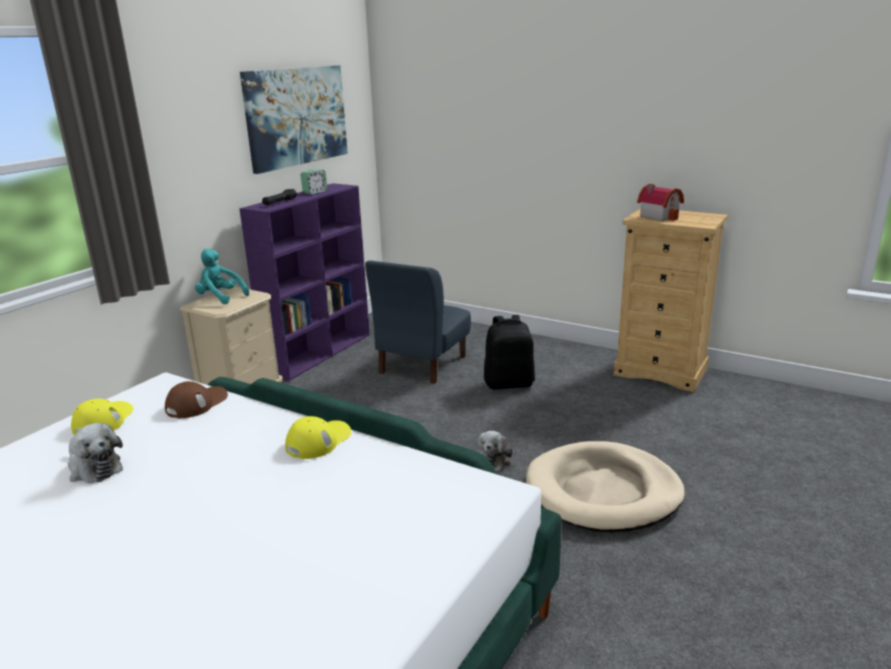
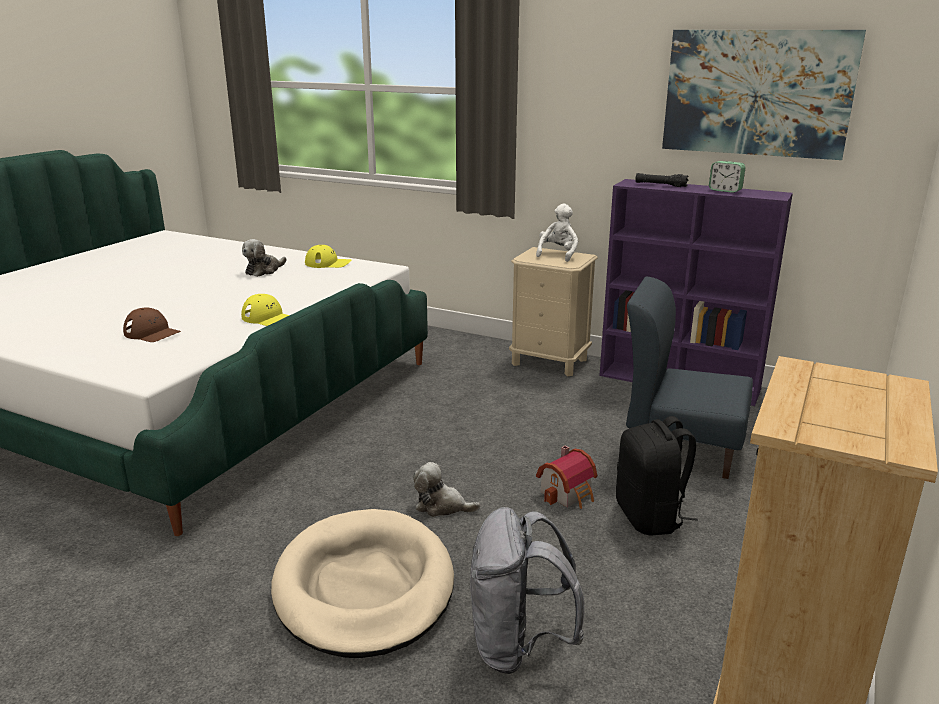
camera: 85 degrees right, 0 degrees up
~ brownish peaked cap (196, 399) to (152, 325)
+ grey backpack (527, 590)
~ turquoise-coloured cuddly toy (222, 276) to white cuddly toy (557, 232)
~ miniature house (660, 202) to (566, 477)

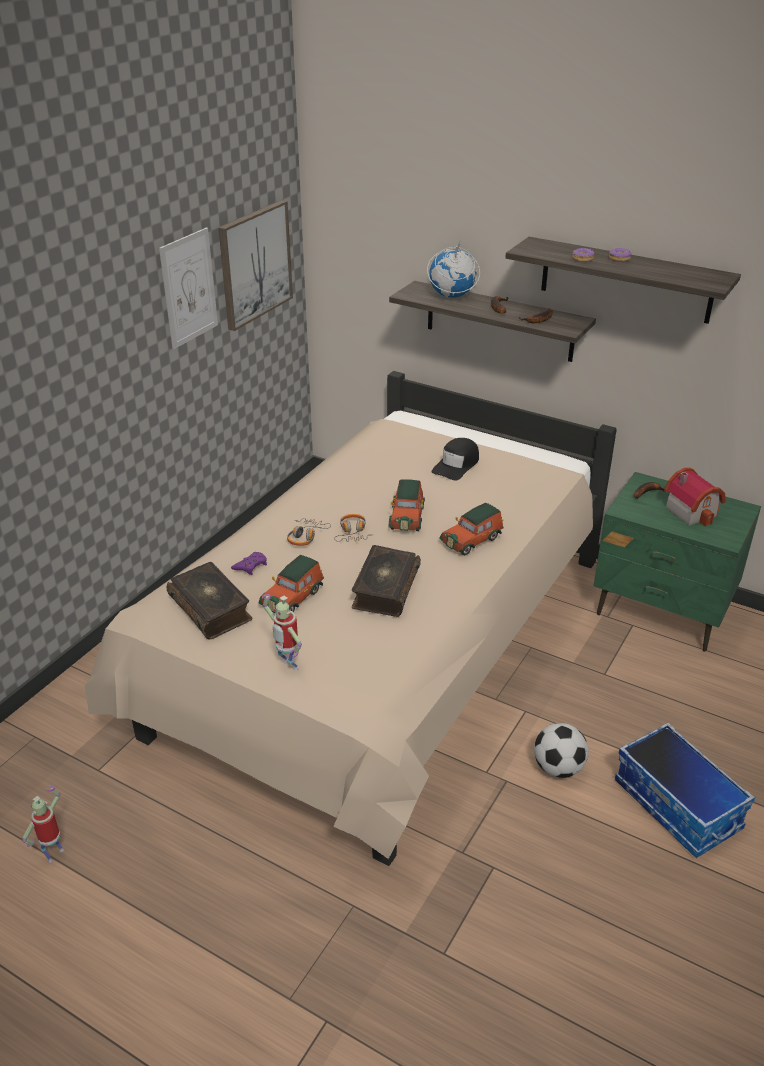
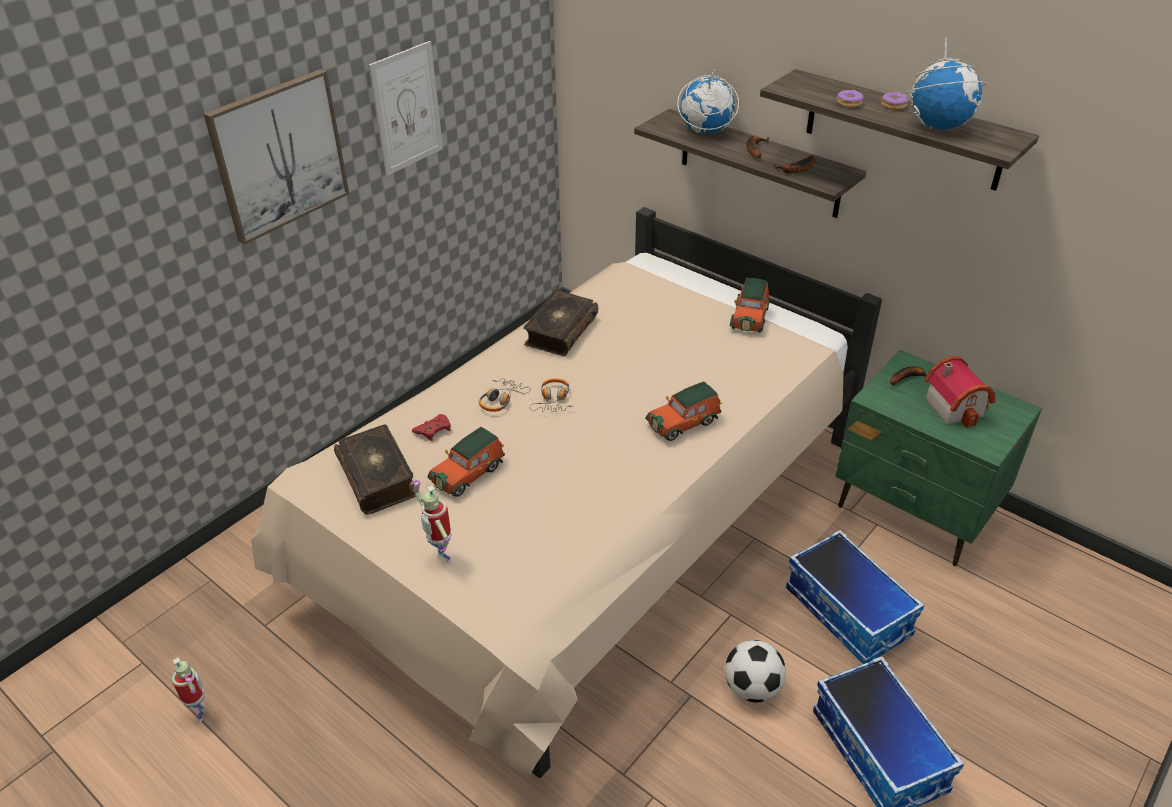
camera: 10 degrees right, 5 degrees up
~ toy robot (43, 824) = (188, 690) 105 degrees clockwise
~ wall picture (255, 265) to (276, 157)
~ purple-coloured joypad (249, 563) to red joypad (431, 427)
~ bound book (386, 581) to (560, 322)
~ miniature car (406, 505) to (750, 305)
+ storage bin (855, 597)
+ world globe (946, 83)
- black peaked cap (455, 459)

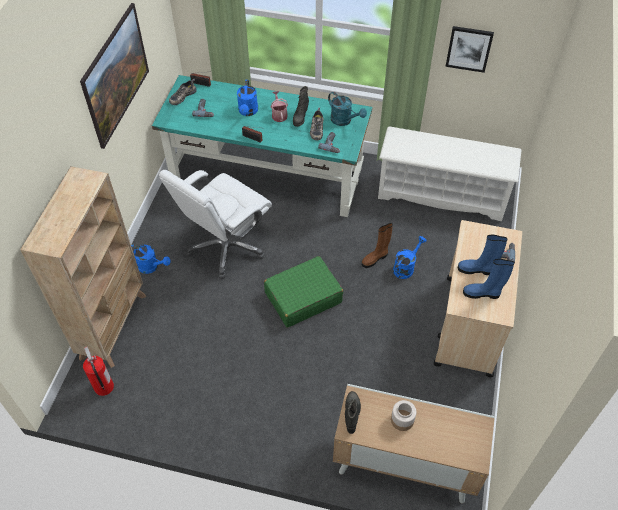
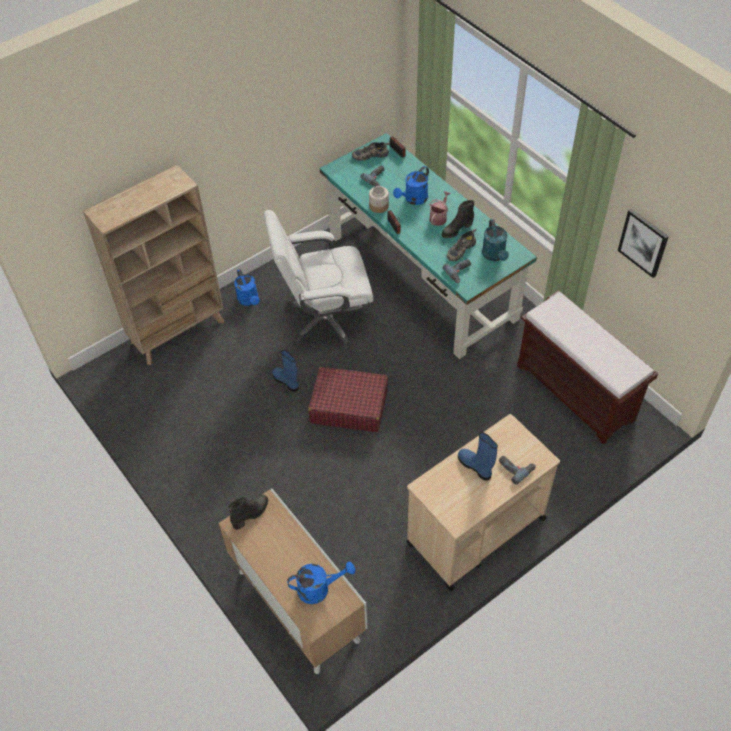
camera: 40 degrees right, 0 degrees up
~ bluish boot (488, 279) to (285, 371)
~ bluish sprinkling can (410, 257) to (321, 583)
~ green-coloured suitcase (303, 292) to red suitcase (348, 399)
~ preserve jar (403, 415) to (379, 199)
~ white shoe shelf (449, 173) to brownish bench (587, 367)
- wall picture (114, 76)
- fire extinguisher (98, 371)
- brownish boot (377, 245)

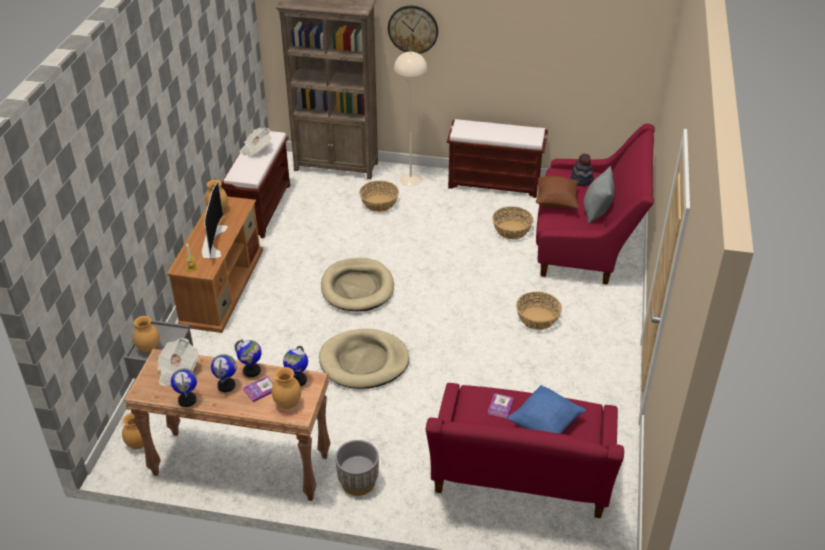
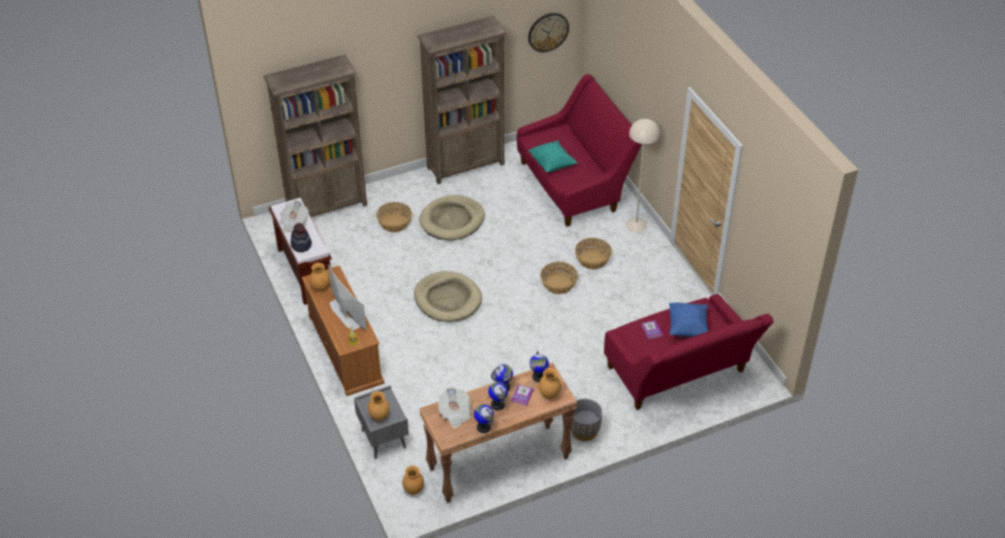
camera: 35 degrees left, 5 degrees up
~ wearable hat (582, 169) to (301, 237)
~ brownish bench (497, 158) to brownish shelving unit (462, 100)
~ beige-coloured pet bed (364, 359) to (452, 217)
~ hanging clock (413, 29) to (548, 32)
~ brownish cushion (557, 192) to turquoise-coloured cushion (553, 156)
~ household basket (512, 222) to (559, 278)
~ beige-coloured standard lamp (410, 119) to (643, 175)
- grey cushion (599, 195)

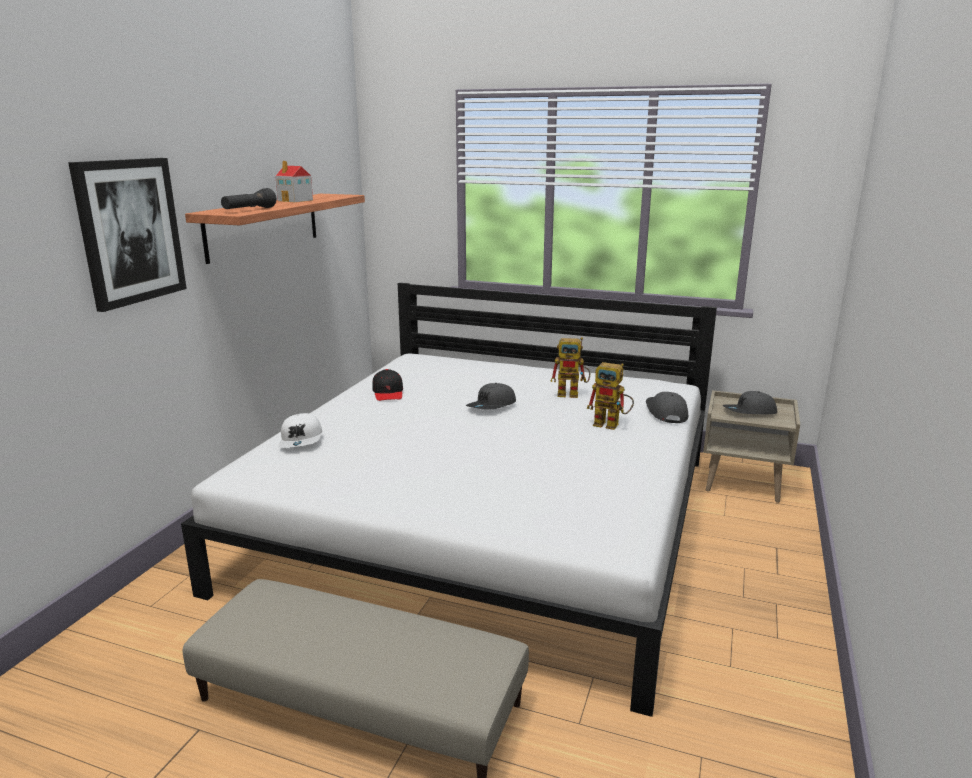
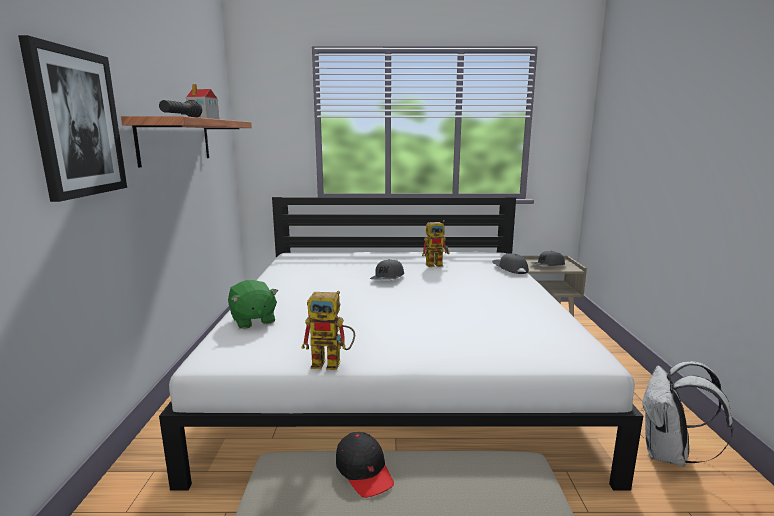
camera: 20 degrees left, 5 degrees down
~ white peaked cap (300, 430) to green-coloured cuddly toy (253, 304)
~ toy robot (610, 396) to (328, 330)
~ black peaked cap (387, 385) to (365, 465)
+ white backpack (687, 414)

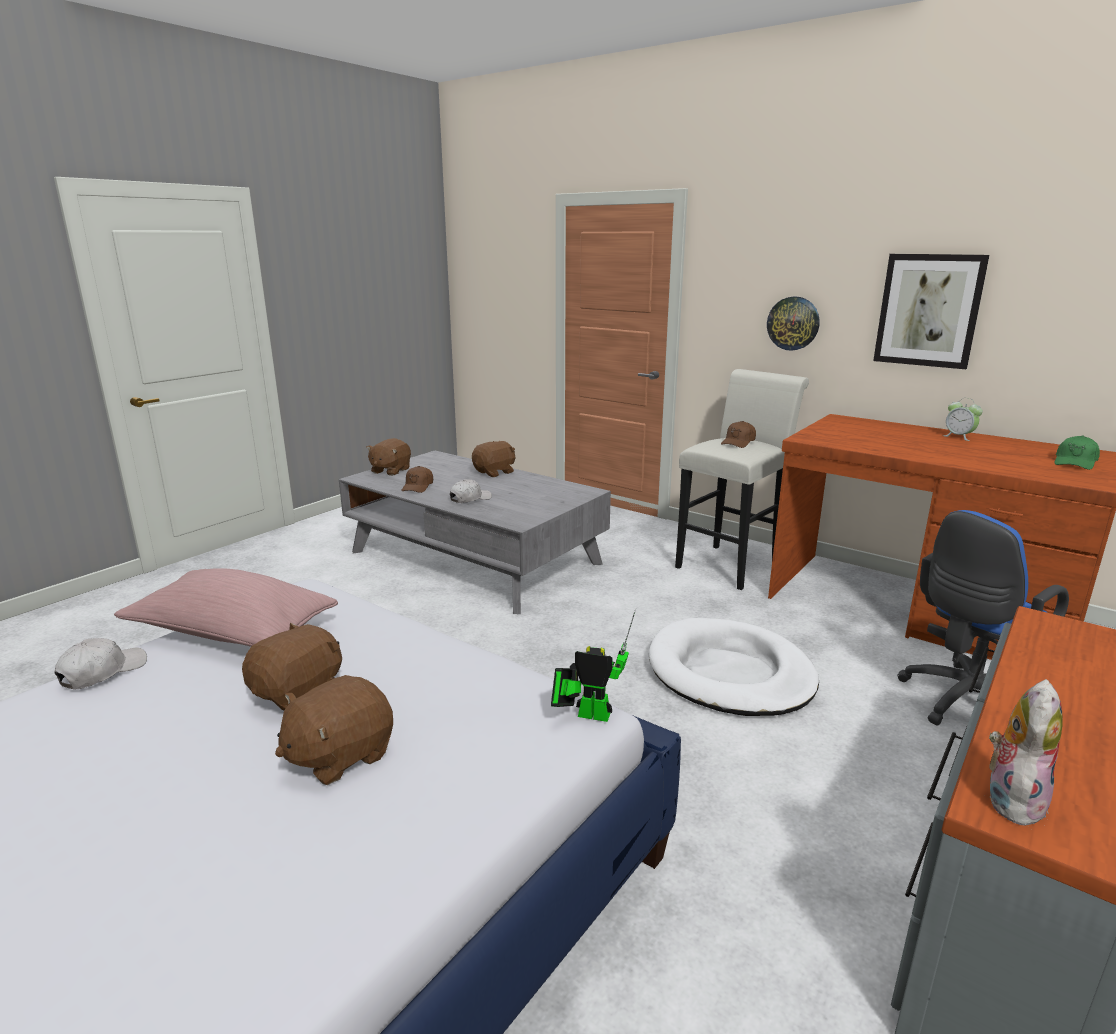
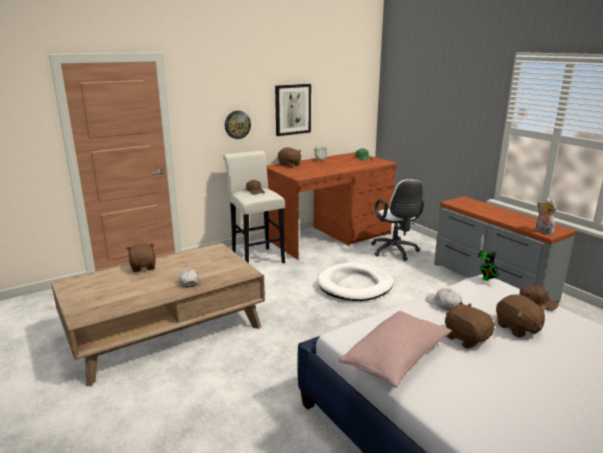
camera: 70 degrees left, 0 degrees up
~ grey lounge table (475, 532) to brownish lounge table (158, 314)
~ brownish cuddly toy (388, 457) to (289, 157)
~ bluish desk chair (983, 617) to white desk chair (397, 220)
~ white peaked cap (100, 663) to (444, 299)
~ brownish peaked cap (417, 479) to (538, 298)

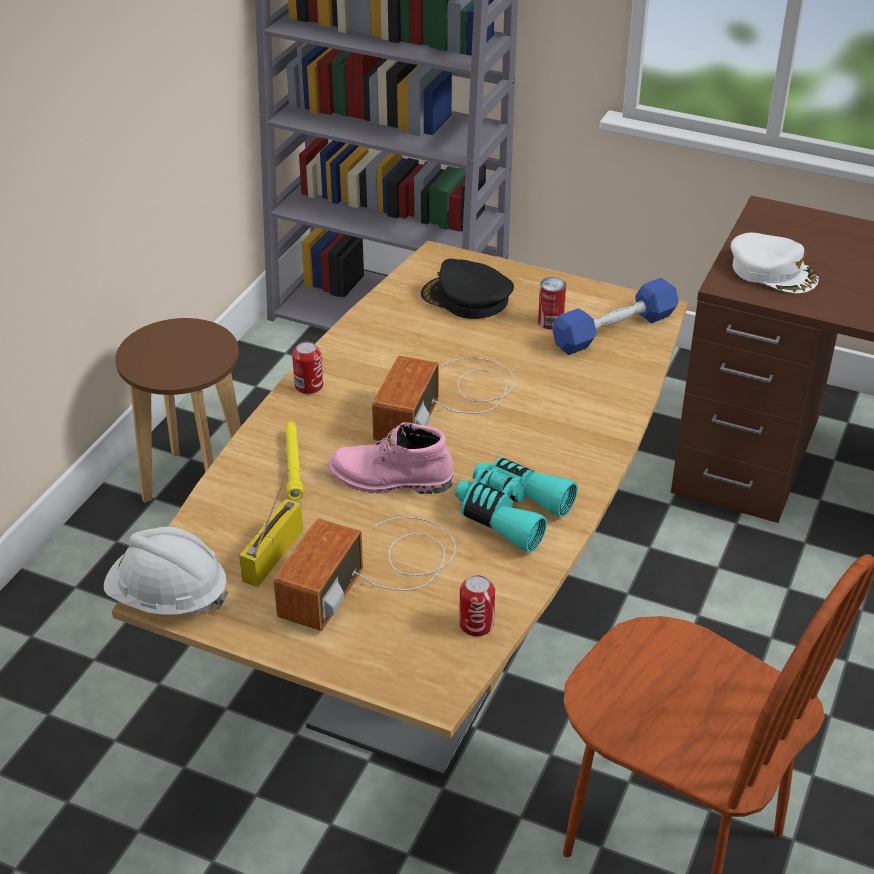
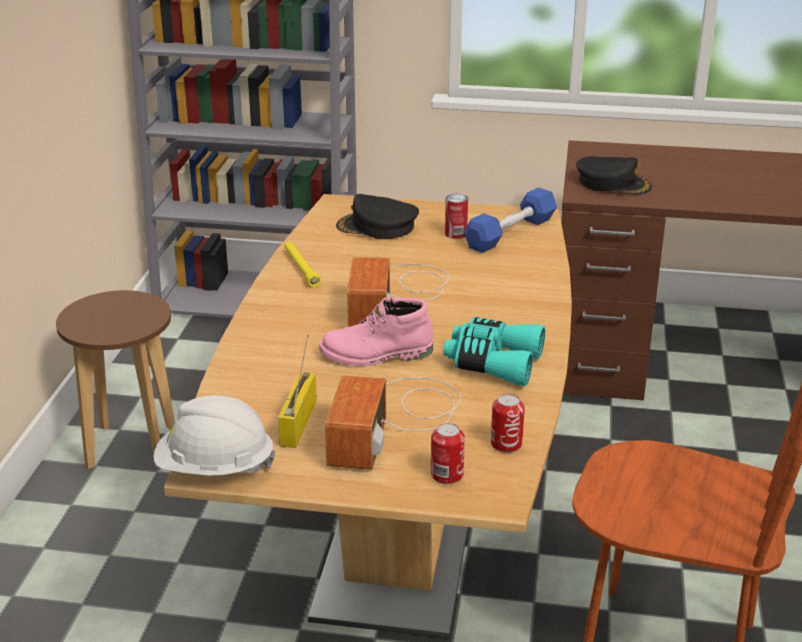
camera: 15 degrees left, 10 degrees down
~ yellowish flashlight (294, 461) to (302, 264)
~ sealed can (307, 368) to (448, 453)
~ white peaked cap (775, 263) to black peaked cap (614, 175)

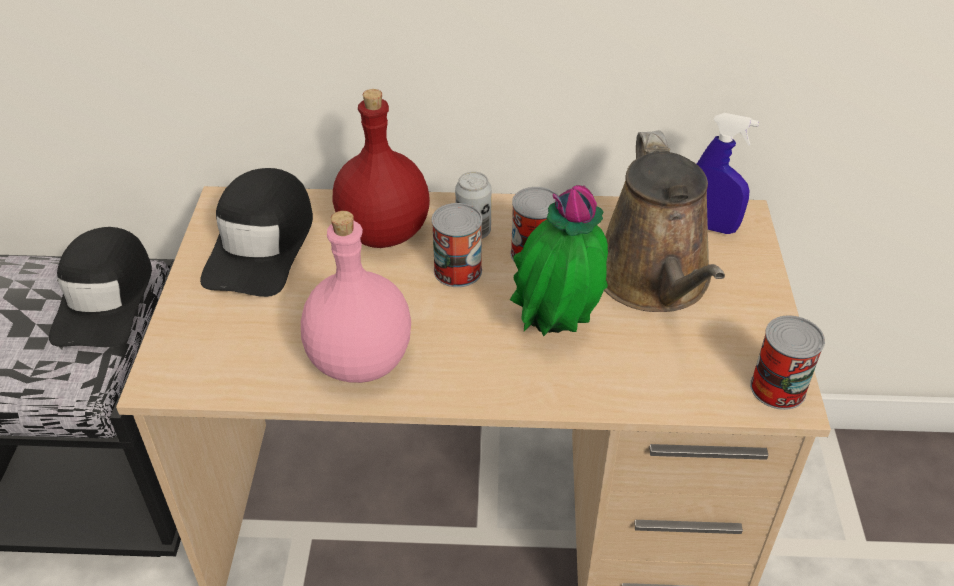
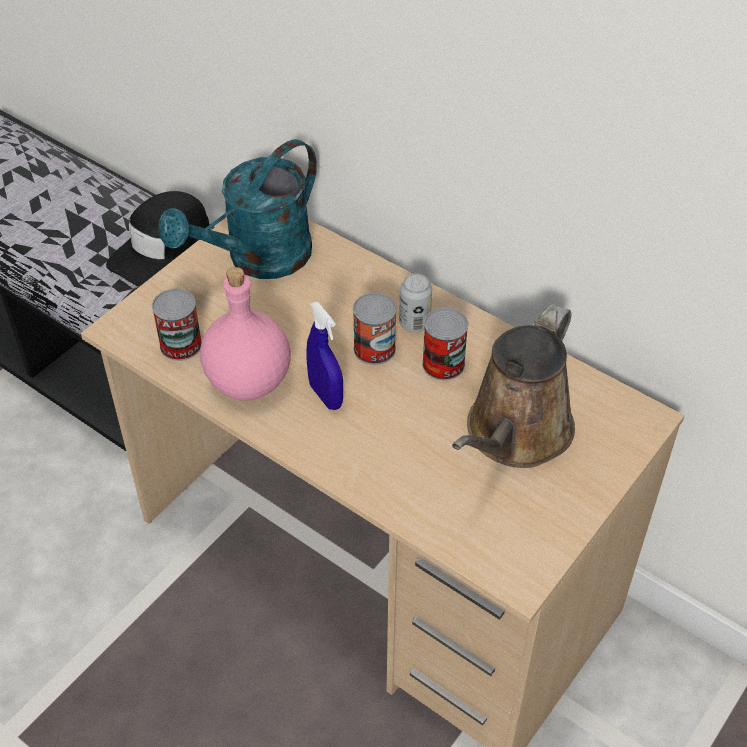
camera: 35 degrees right, 5 degrees up
~ sealed can (787, 363) to (177, 325)
~ black peaked cap (256, 232) to turquoise-coloured sprinkling can (238, 209)
~ bluish hand sprayer (728, 173) to (324, 355)
- red bottle (381, 168)
- potted plant (559, 260)

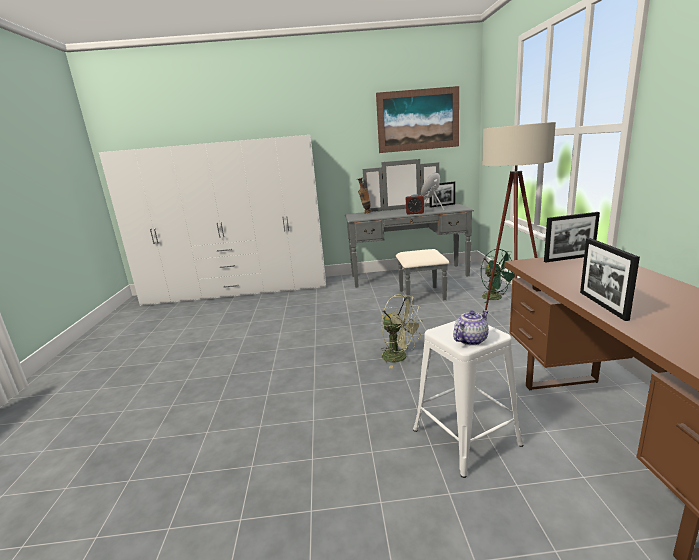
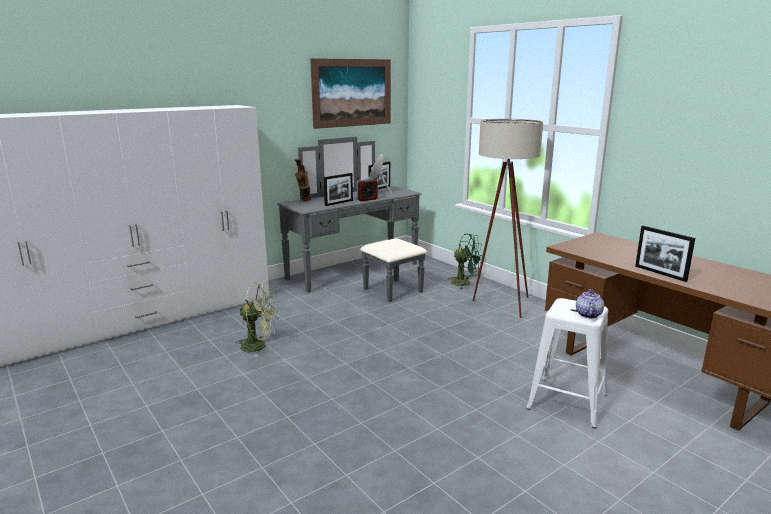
camera: 35 degrees left, 0 degrees up
~ green-coloured cooling fan (402, 331) to (257, 320)
~ picture frame (572, 237) to (338, 189)

